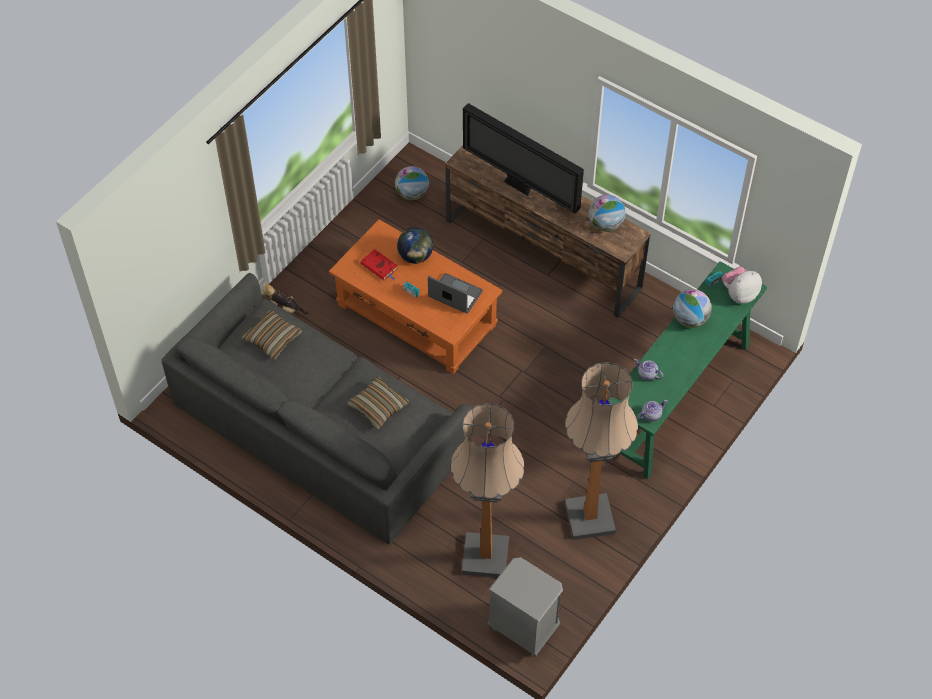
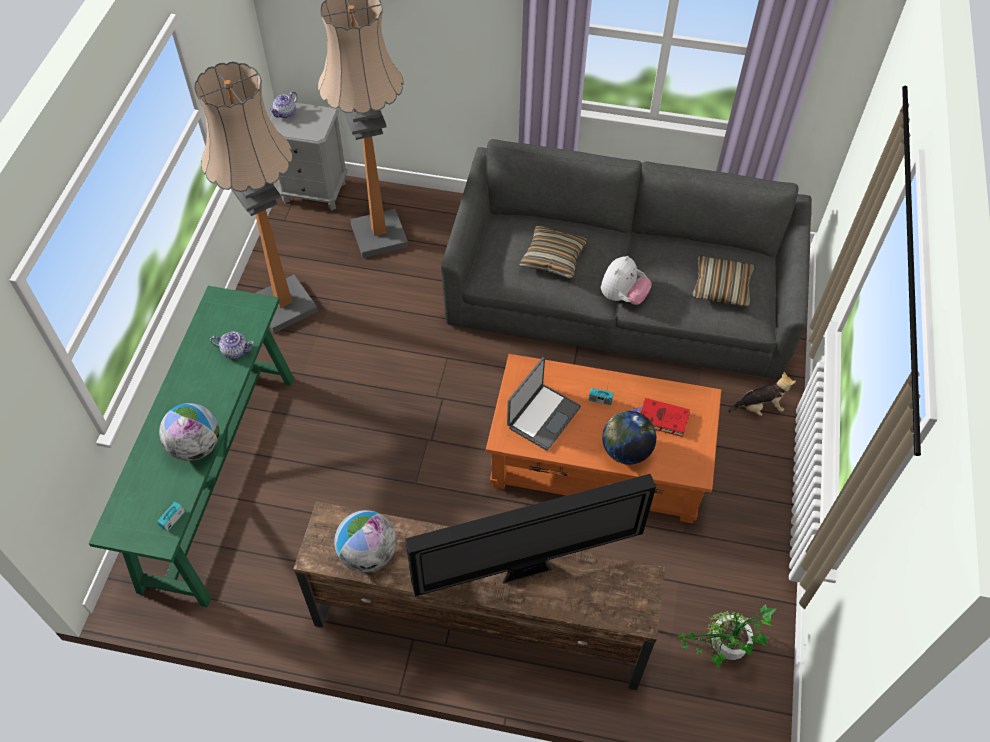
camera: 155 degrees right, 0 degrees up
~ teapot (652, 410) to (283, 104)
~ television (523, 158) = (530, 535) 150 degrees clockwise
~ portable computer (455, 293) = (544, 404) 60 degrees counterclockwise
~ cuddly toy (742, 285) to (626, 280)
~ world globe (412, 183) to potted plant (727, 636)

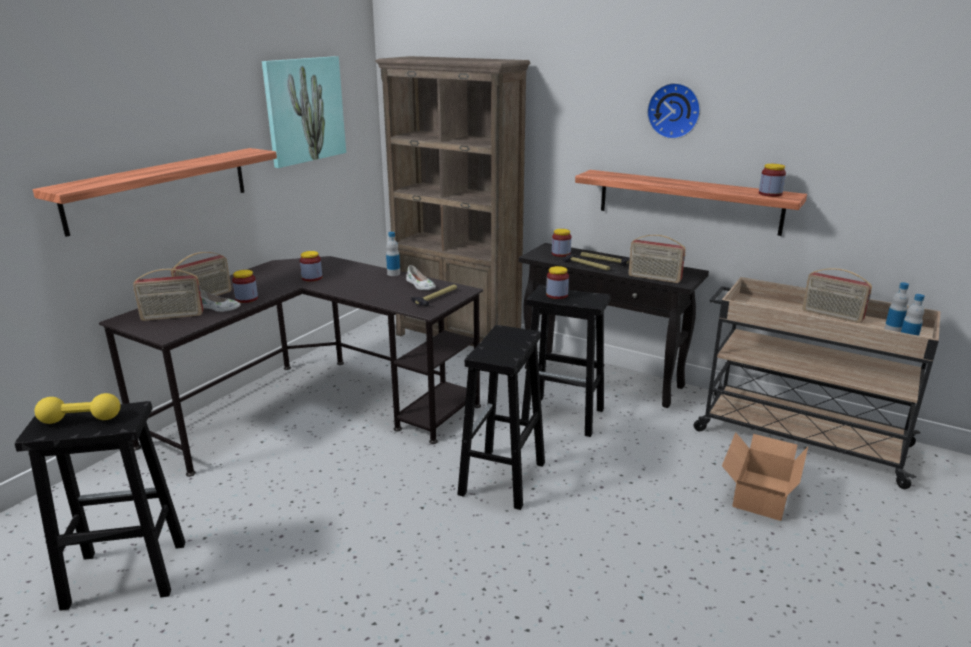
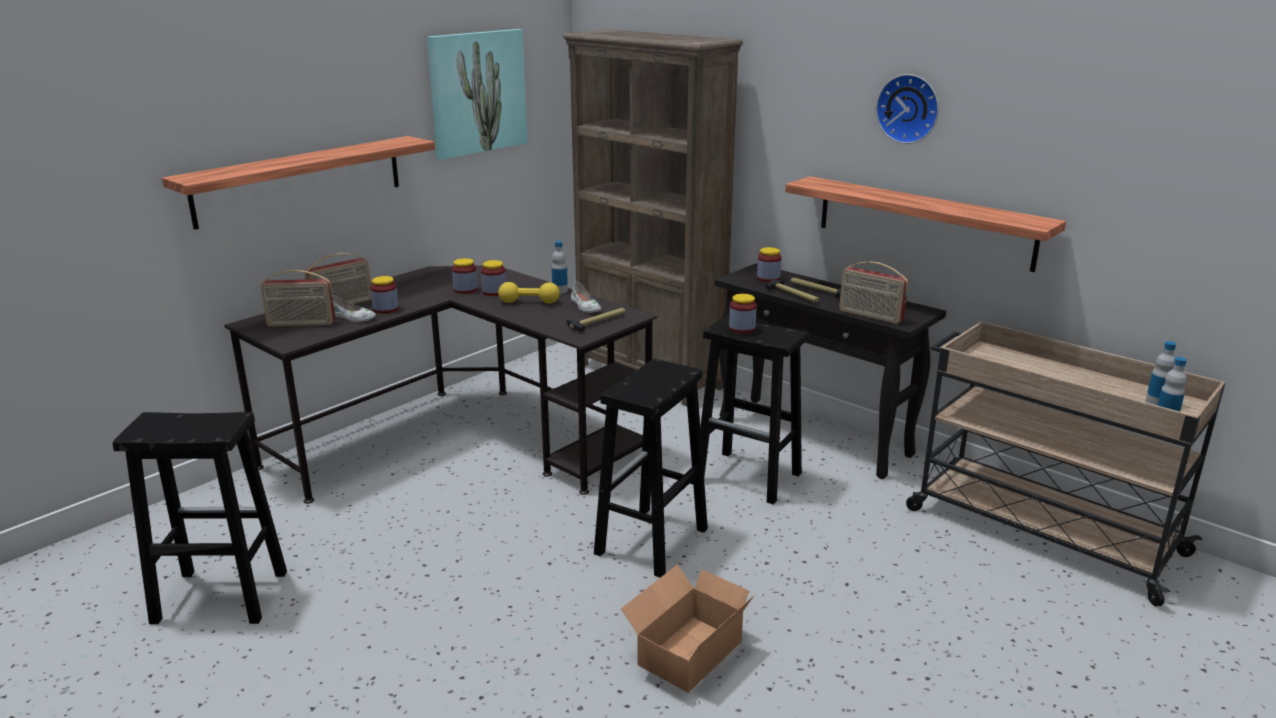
camera: 10 degrees right, 0 degrees up
~ preserve jar (772, 180) to (493, 278)
~ yellowish hand weight (77, 408) to (529, 293)
~ packing box (765, 476) to (687, 628)
- radio receiver (837, 295)

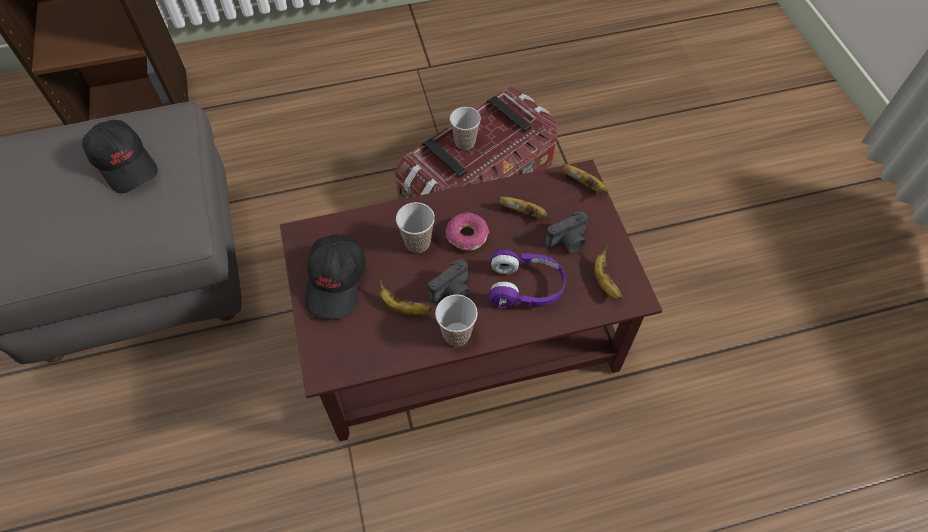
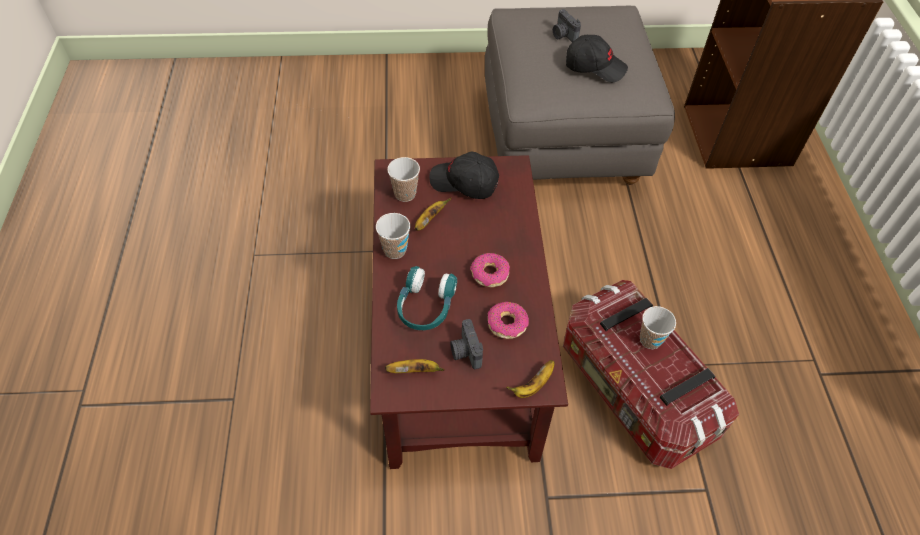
camera: 100 degrees right, 5 degrees down
~ cup (415, 227) to (403, 179)
~ purple-coloured headphones (527, 279) to turquoise-coloured headphones (427, 298)
~ whole banana (524, 208) to doughnut (508, 320)
~ still camera (449, 281) to (567, 25)
~ black peaked cap (120, 157) = (597, 58) 135 degrees counterclockwise

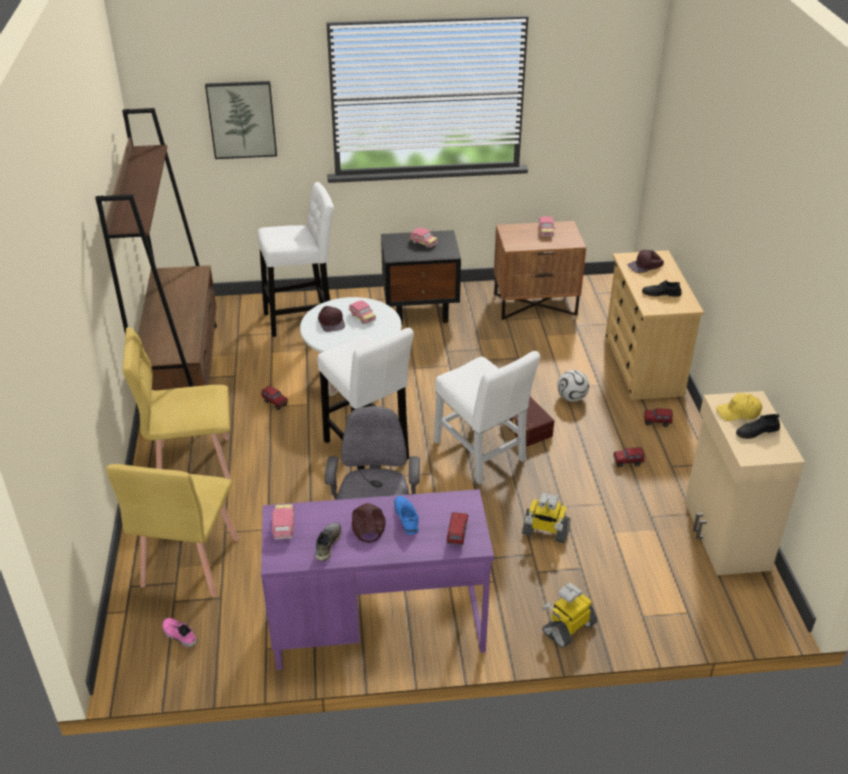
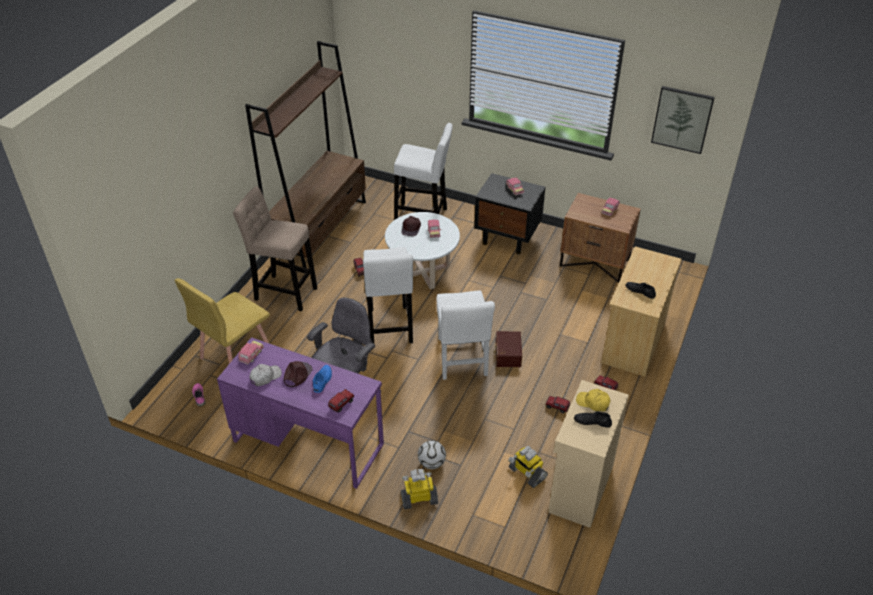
camera: 30 degrees right, 5 degrees up
~ yellowish upright chair (176, 403) to beige-coloured sitting stool (275, 248)
~ grey item of footwear (328, 541) to white peaked cap (266, 375)
~ ball for football (573, 386) to (432, 454)
~ toy robot (546, 518) to (528, 467)
~ wall picture (241, 120) to (683, 120)
- brownish peaked cap (646, 261)

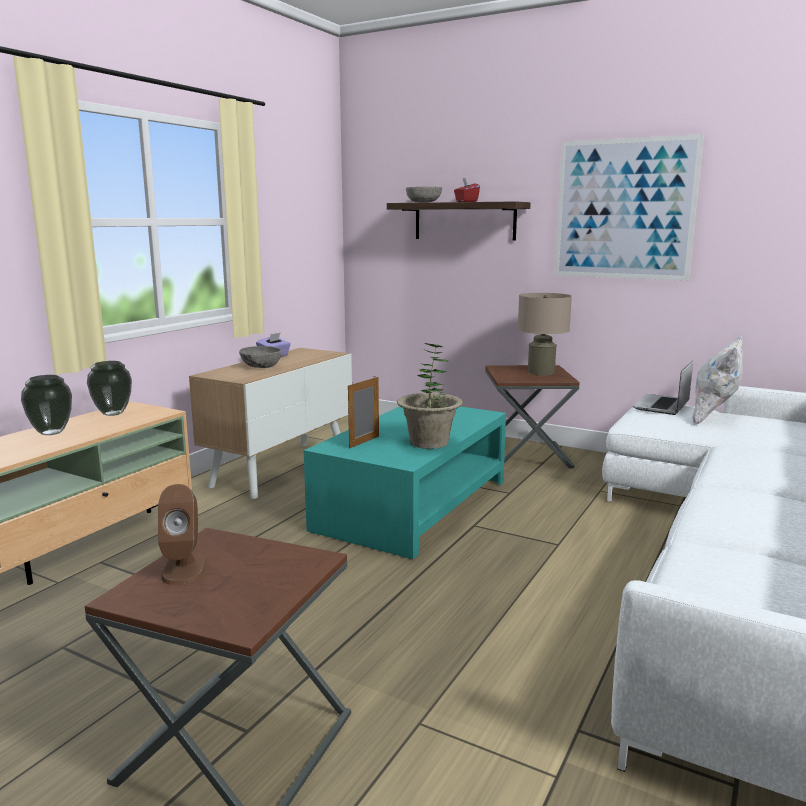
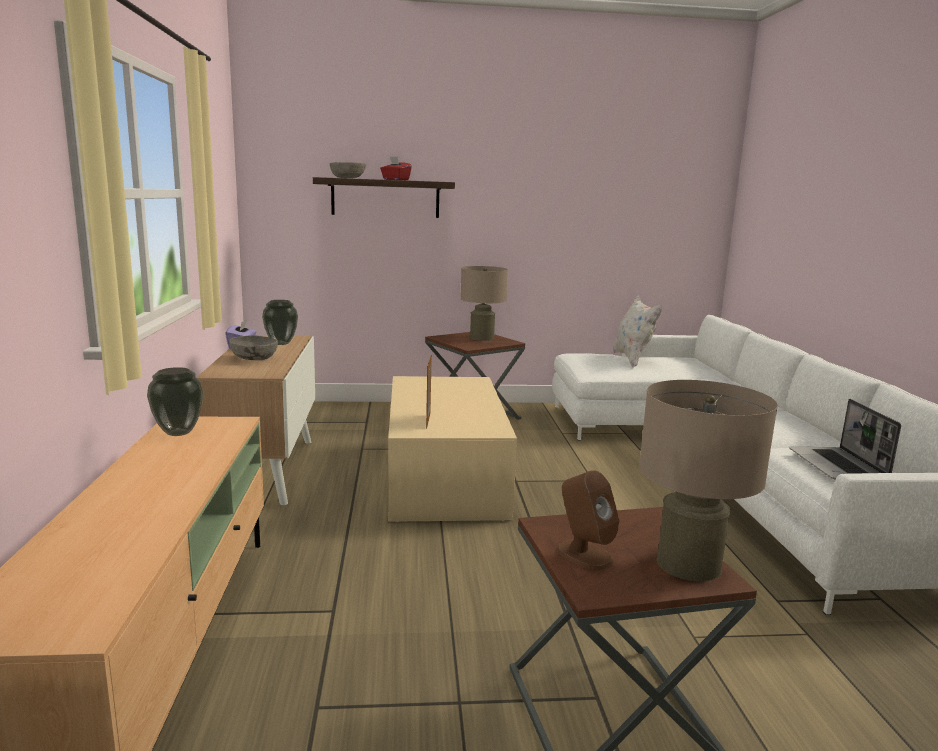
camera: 35 degrees left, 0 degrees up
~ vase (46, 405) to (280, 322)
~ turquoise-coloured lounge table (405, 483) to beige-coloured lounge table (452, 449)
+ beige-coloured lamp for a table (708, 481)
~ portable computer (663, 388) to (845, 439)
- potted plant (430, 396)
- wall picture (629, 207)

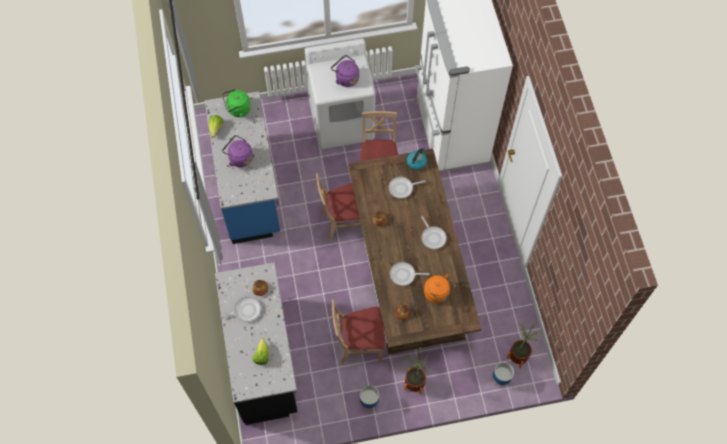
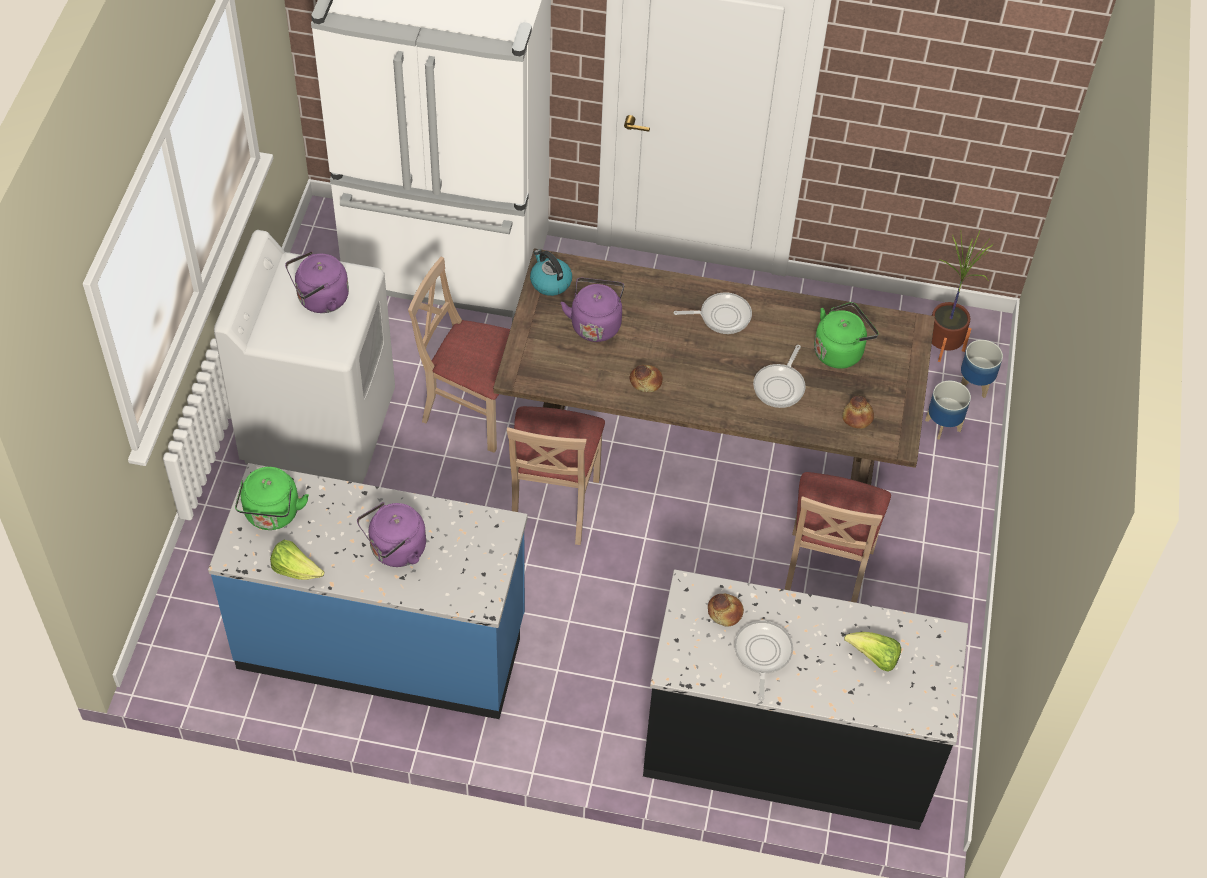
camera: 70 degrees left, 10 degrees down
~ frying pan (407, 188) to purple-coloured water kettle (592, 310)
~ orange-coloured water kettle (440, 288) to green-coloured water kettle (846, 335)
~ planter (369, 398) to (948, 410)
- potted plant (418, 370)

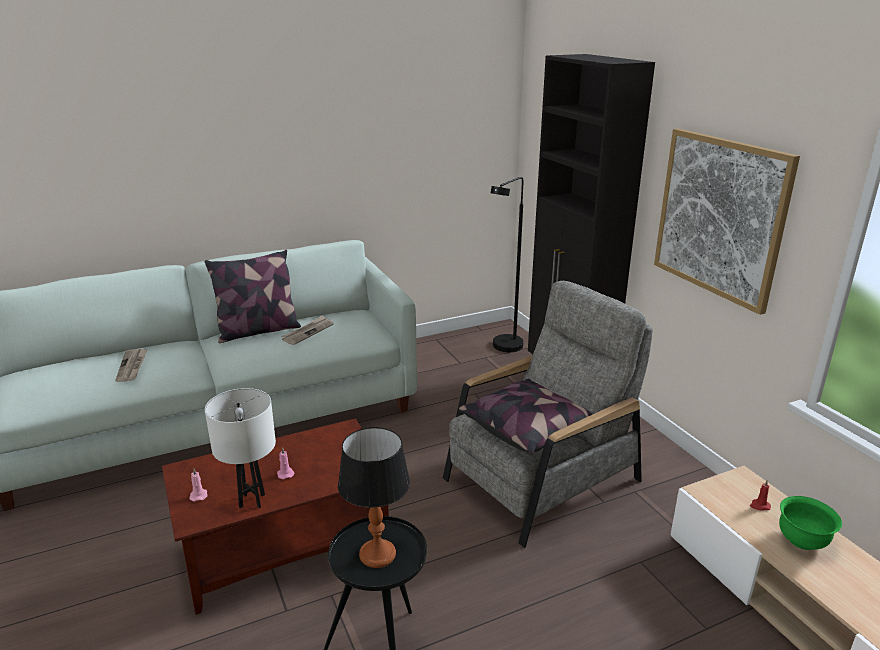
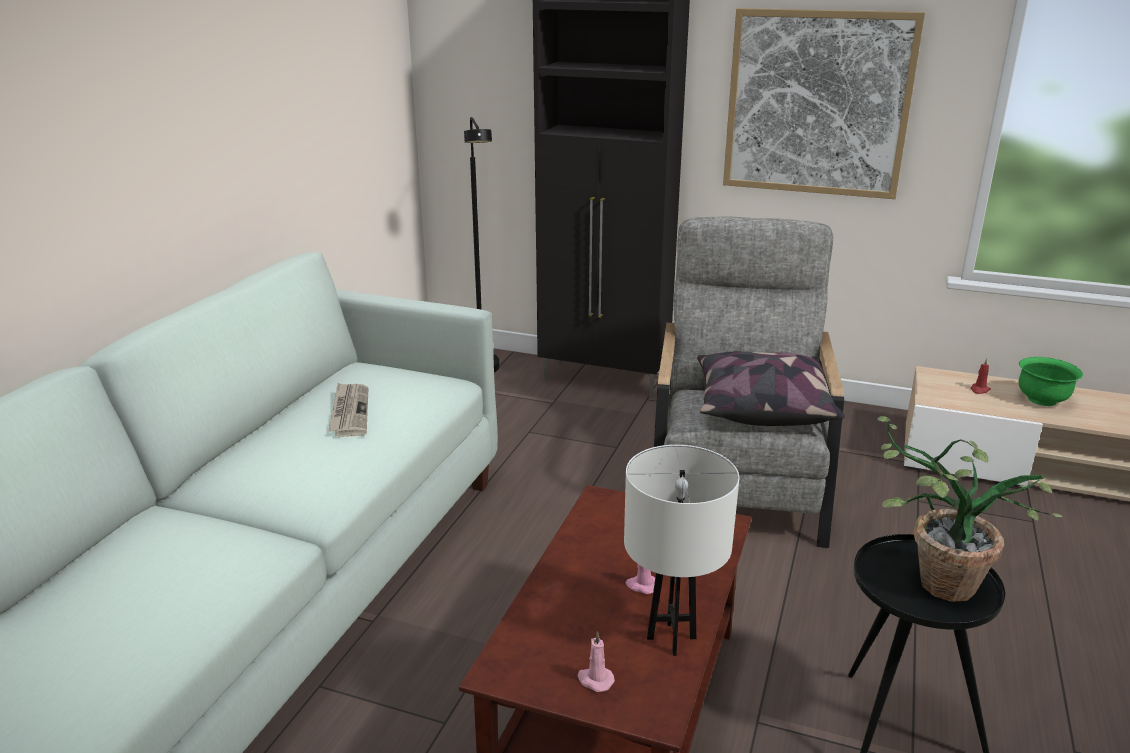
camera: 45 degrees left, 0 degrees up
~ lamp for a table (374, 497) to potted plant (970, 509)
- newspaper (131, 365)
- cushion (253, 296)

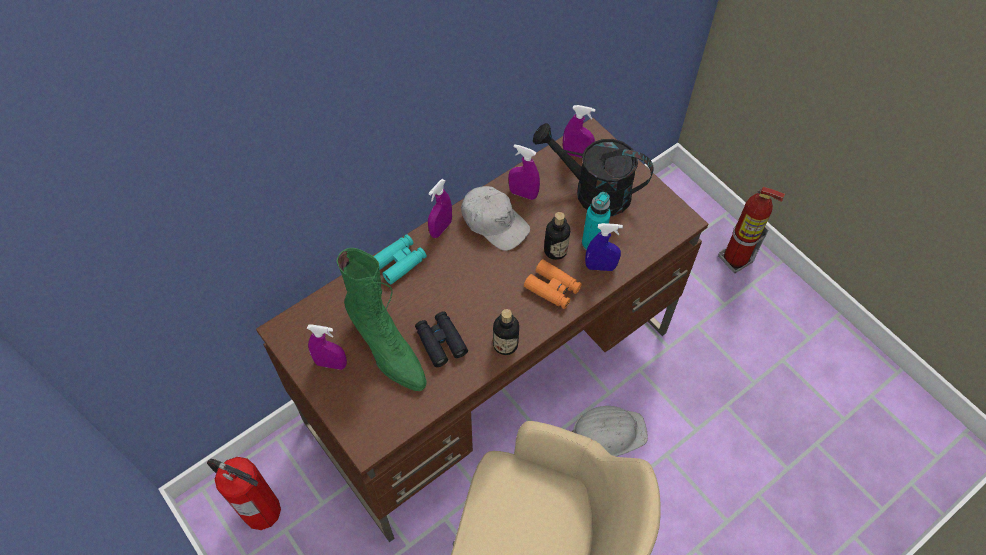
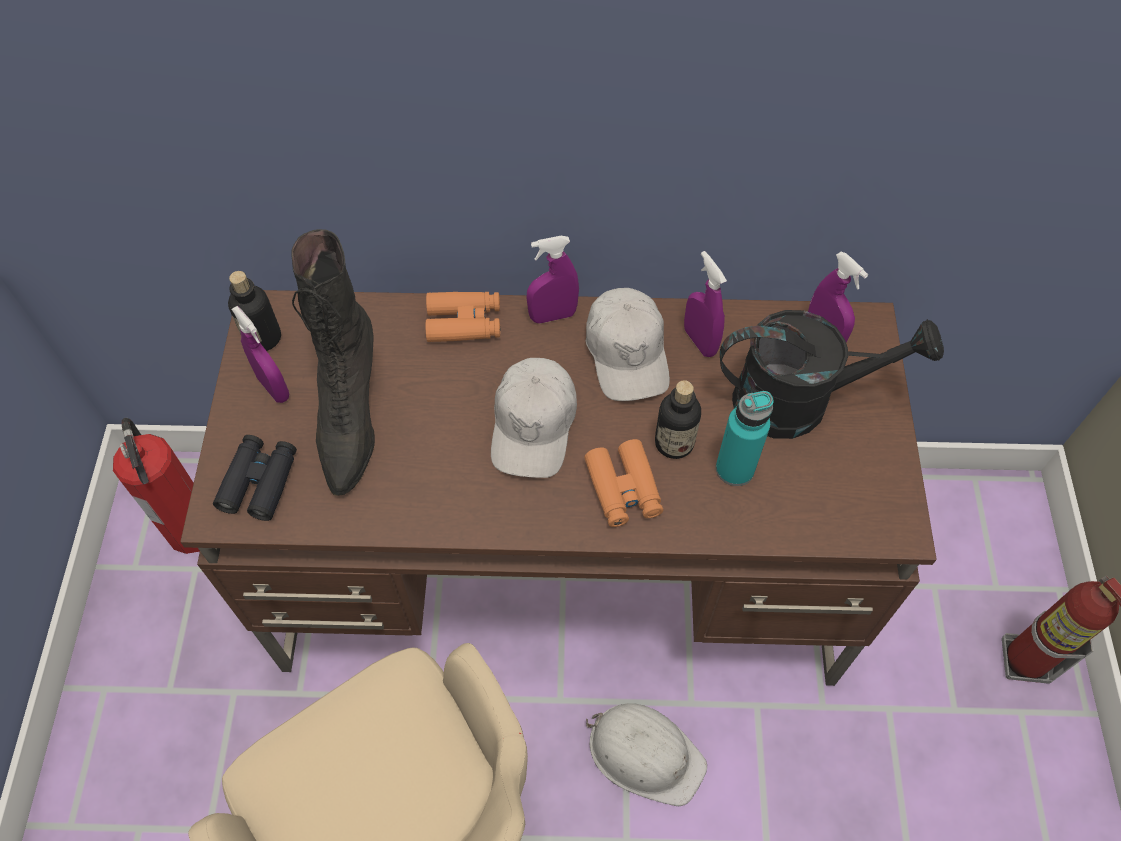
camera: 40 degrees right, 0 degrees up
~ black field glasses (441, 339) to (255, 478)
~ bottle (506, 332) to (254, 311)
~ green-coloured boot (381, 319) to black boot (333, 362)
~ turquoise-coloured field glasses (400, 259) to orange-coloured field glasses (463, 317)
+ white peaked cap (534, 418)
~ black sprinkling can (593, 169) = (832, 374) 120 degrees clockwise
- bluish hand sprayer (604, 247)

